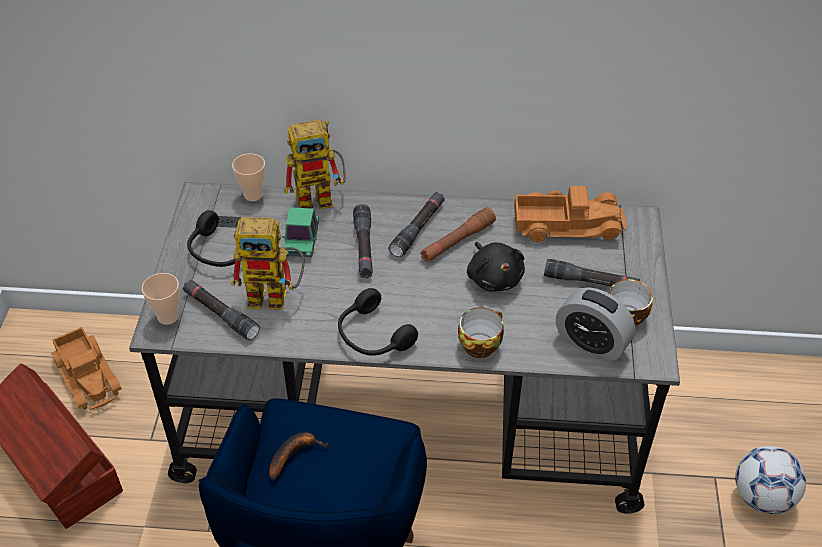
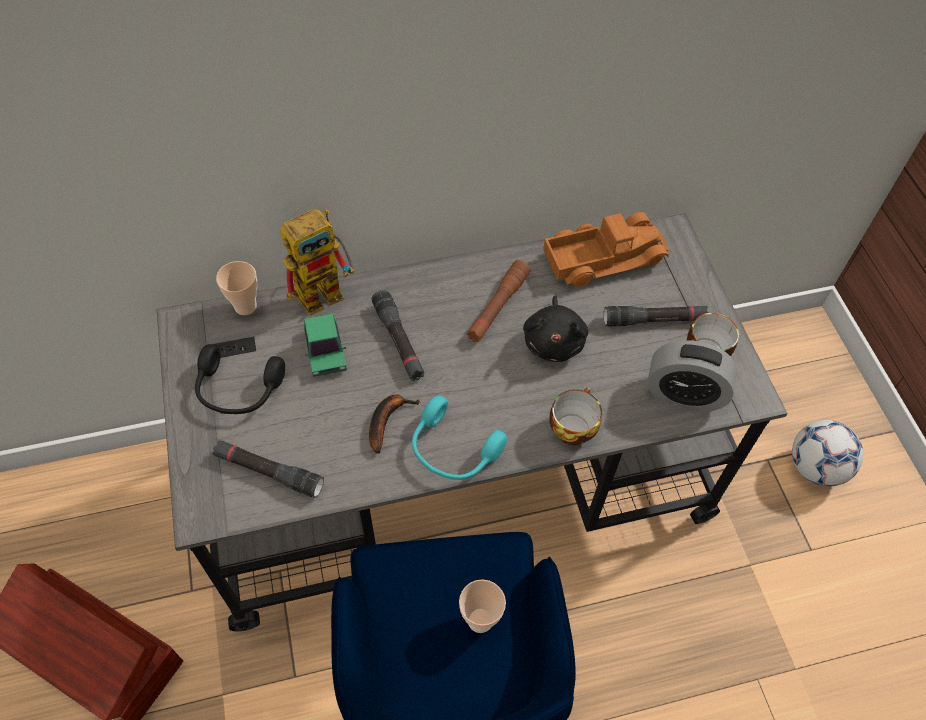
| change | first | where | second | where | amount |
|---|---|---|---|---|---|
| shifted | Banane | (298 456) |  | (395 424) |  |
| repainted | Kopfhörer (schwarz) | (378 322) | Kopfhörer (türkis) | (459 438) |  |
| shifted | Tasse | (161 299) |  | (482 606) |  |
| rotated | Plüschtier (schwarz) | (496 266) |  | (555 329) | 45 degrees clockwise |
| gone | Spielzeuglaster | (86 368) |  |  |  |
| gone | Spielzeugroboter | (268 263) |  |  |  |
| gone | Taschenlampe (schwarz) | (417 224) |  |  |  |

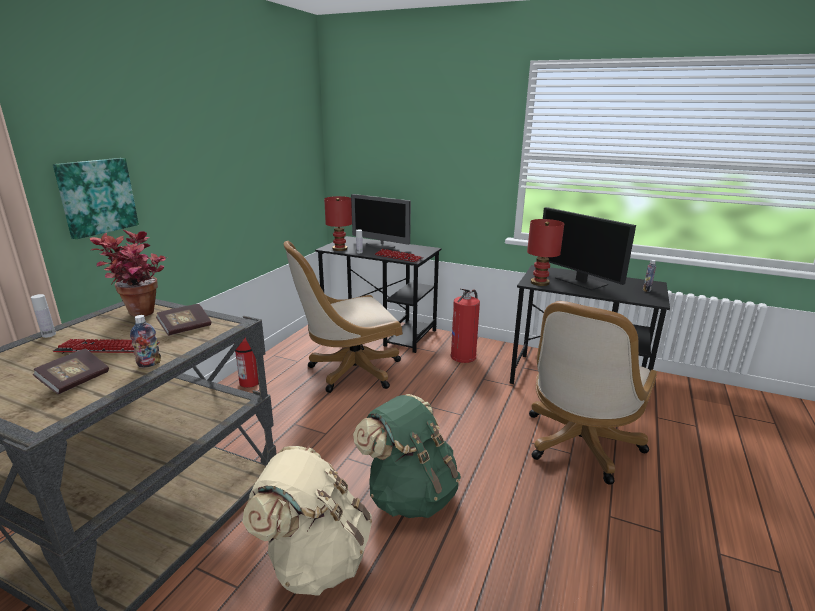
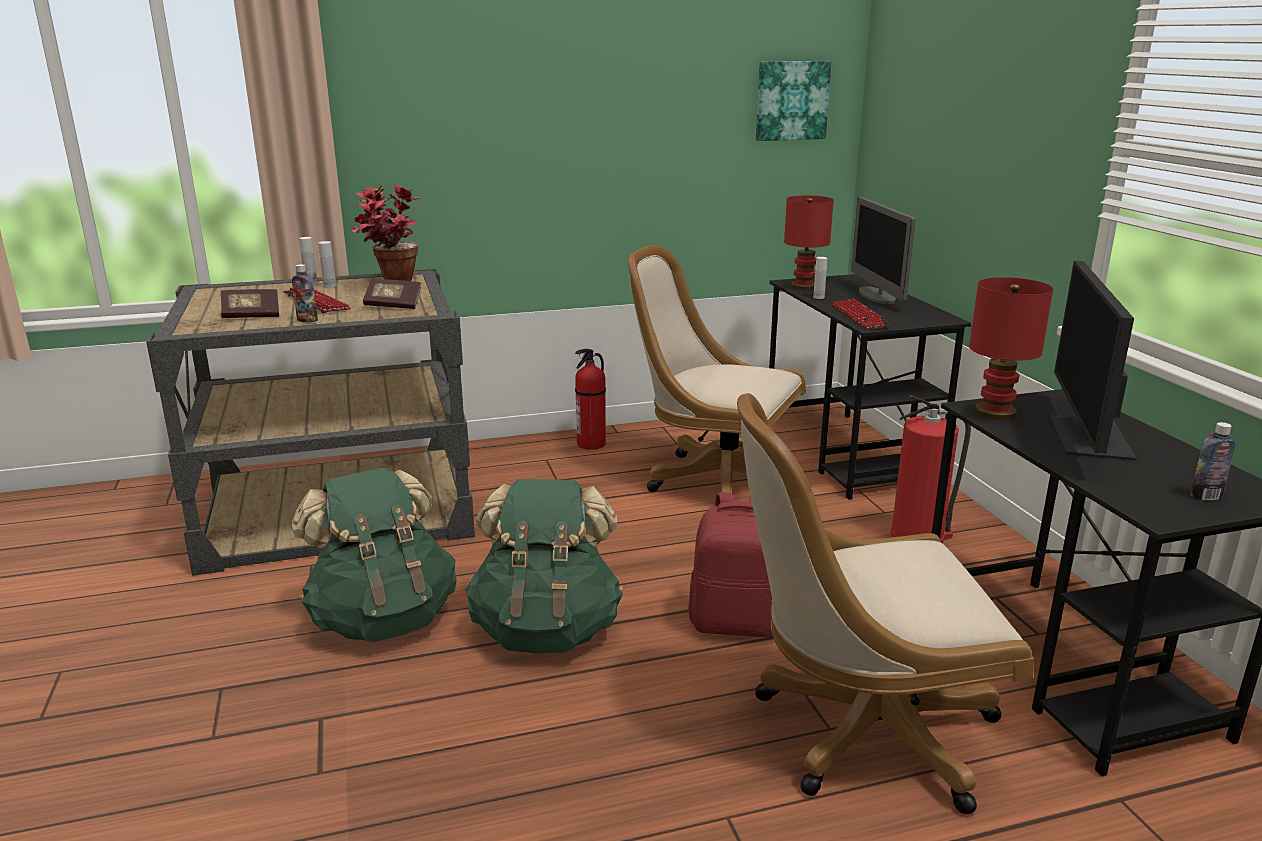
| change | first | where | second | where | amount |
|---|---|---|---|---|---|
| repainted | Rucksack (beige) | (307 521) | Rucksack (grün) | (374 554) |  |
| new |  |  | Flasche (weiß) | (327 264) |  |
| new |  |  | Rucksack (rot) | (731 564) |  |
| shifted | Bild | (96 198) |  | (793 101) |  |

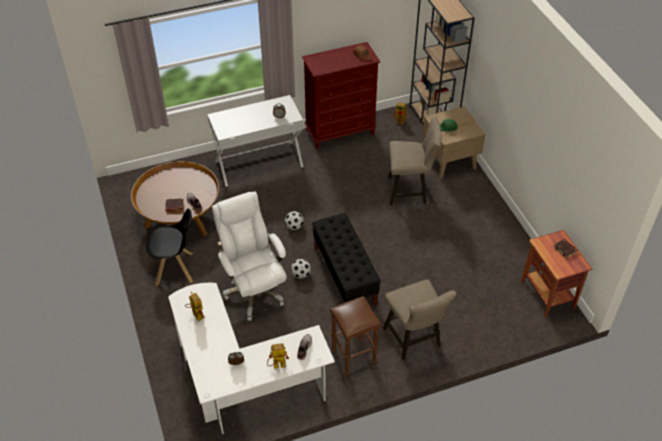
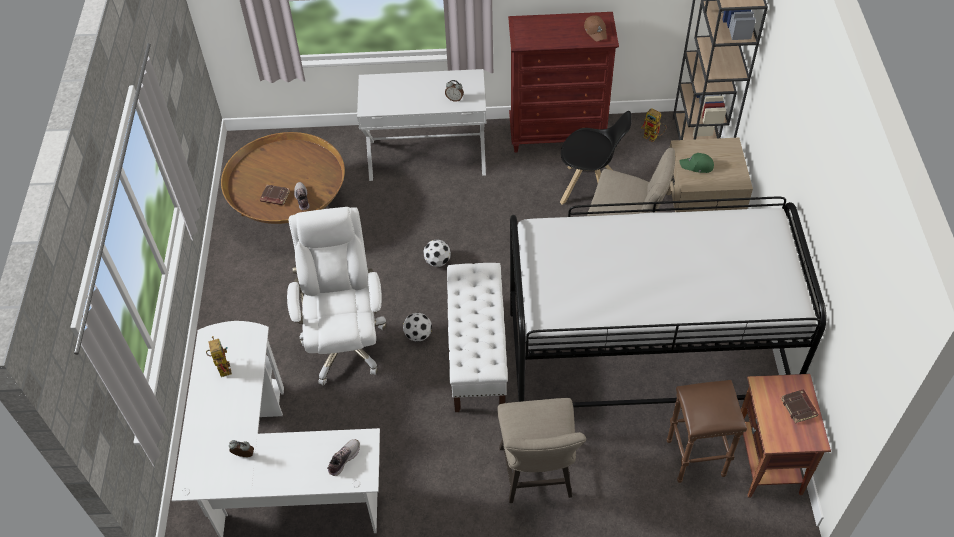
| change | first | where | second | where | amount |
|---|---|---|---|---|---|
| repainted | Bank (schwarz) | (346 259) | Bank (weiß) | (477 337) |  |
| new |  |  | Bett (schwarz) | (668 302) |  |
| shifted | Stuhl (schwarz) | (169 247) |  | (596 158) |  |
| shifted | Hocker (braun) | (355 335) |  | (707 431) |  |
| gone | Spielzeugroboter | (278 356) |  |  |  |

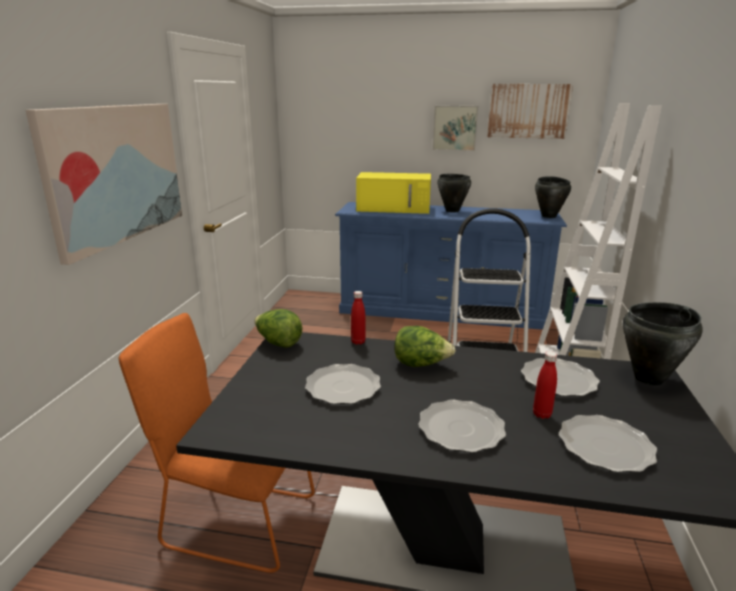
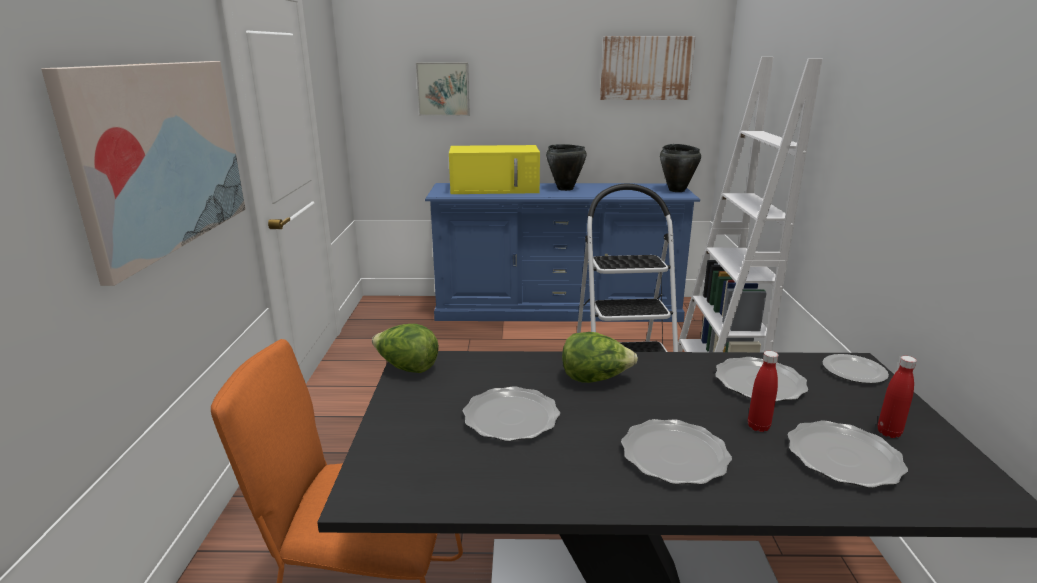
| change | first | where | second | where | amount |
|---|---|---|---|---|---|
| shifted | Bild | (455 128) |  | (443 89) |  |
| swapped | Kochtopf (schwarz) | (663 344) | Teller | (855 369) |  |
| shifted | Flasche (rot) | (358 318) |  | (897 397) |  |

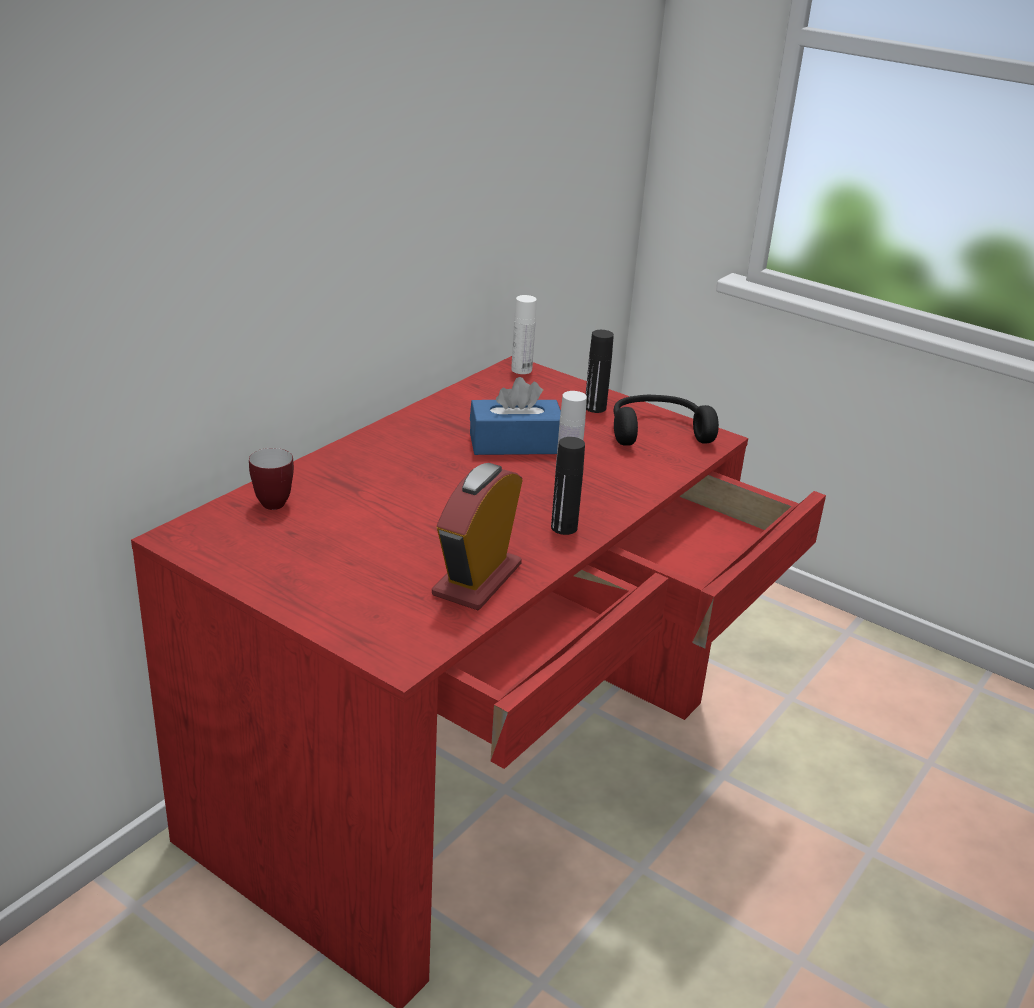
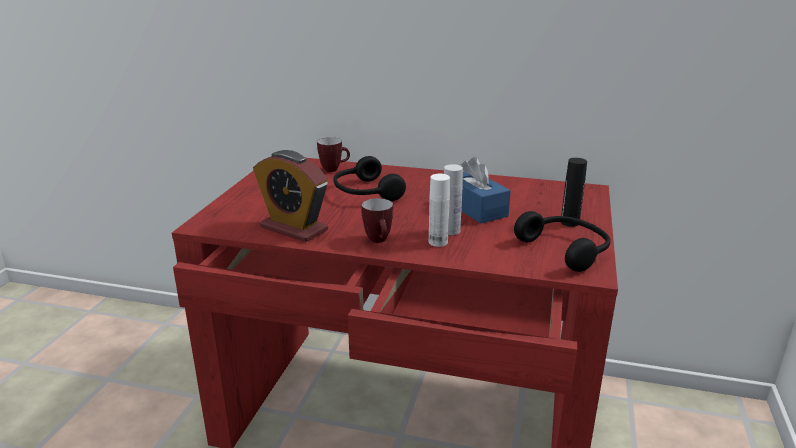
| change | first | where | second | where | amount |
|---|---|---|---|---|---|
| rotated | Wecker | (477 536) |  | (290 196) | 150 degrees counterclockwise |
| new |  |  | Kopfhörer (schwarz) | (370 178) |  |
| swapped | Flasche (schwarz) | (568 486) | Henkelbecher | (377 220) |  |
| shifted | Flasche (weiß) | (524 334) |  | (439 210) |  |

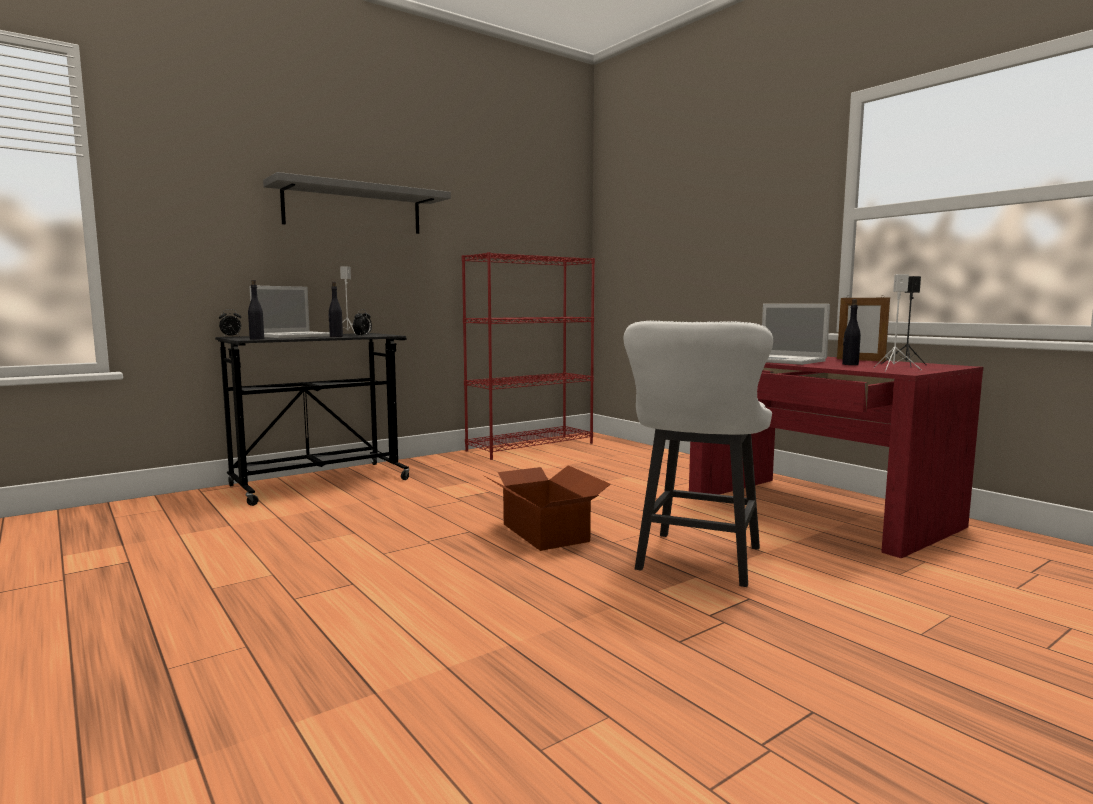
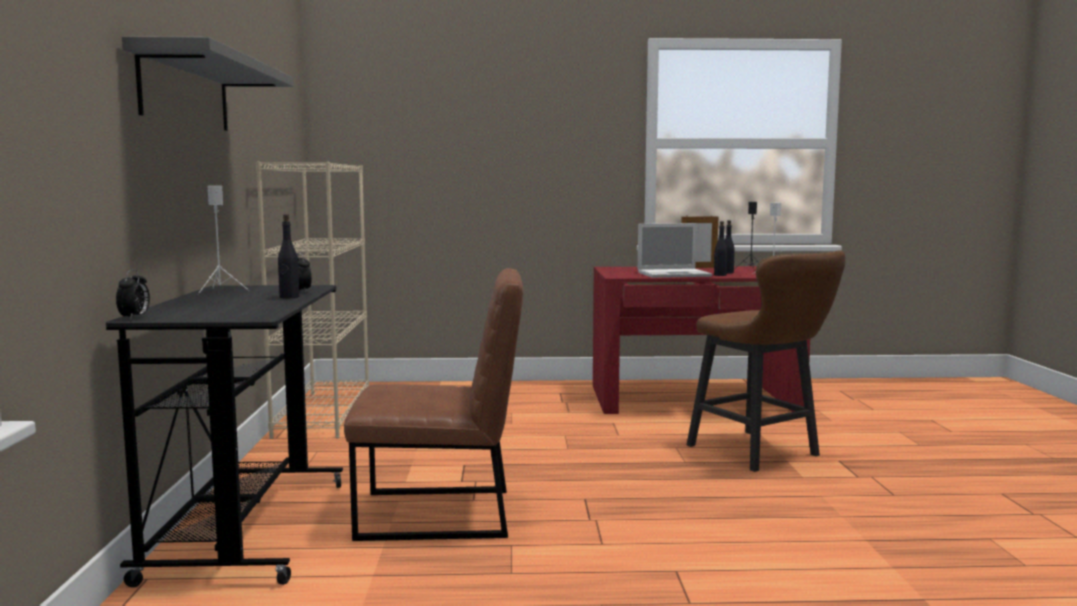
| change | first | where | second | where | amount |
|---|---|---|---|---|---|
| repainted | Bücherregal (rot) | (528 356) | Bücherregal (beige) | (312 300) |  |
| new |  |  | Stuhl (braun) | (434 404) |  |
| repainted | Hocker (weiß) | (698 454) | Hocker (braun) | (766 361) |  |
| shifted | Flasche (schwarz) | (256 310) |  | (721 248) |  |
| gone | Laptop | (290 312) |  |  |  |
| gone | Karton | (547 508) |  |  |  |

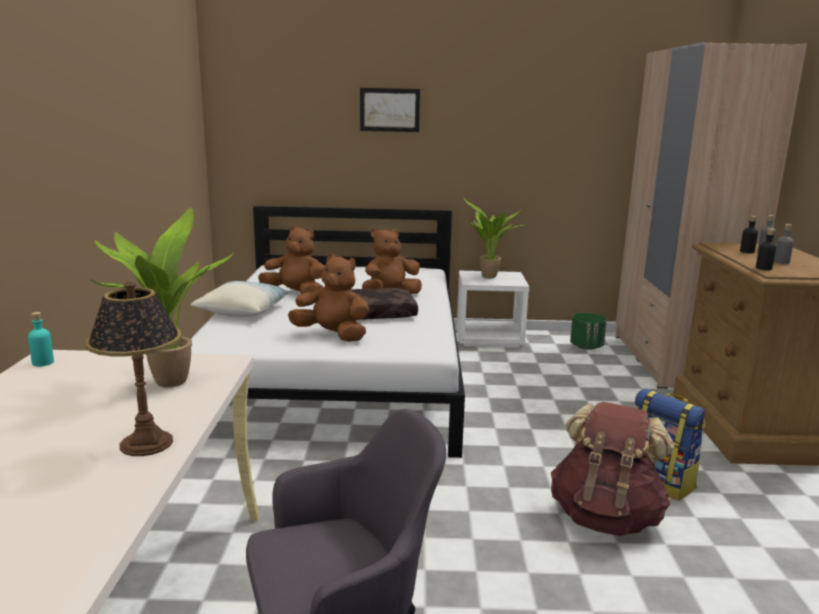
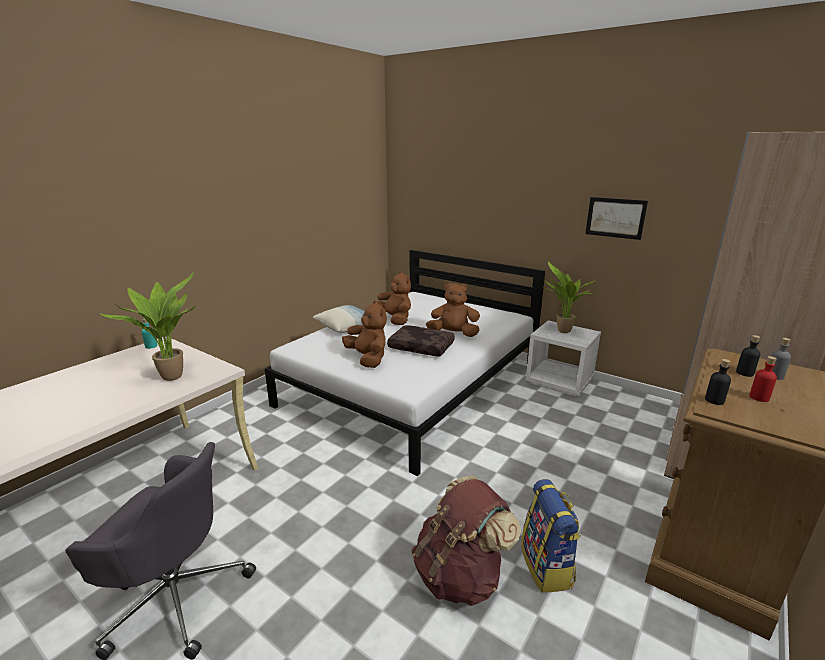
| change | first | where | second | where | amount |
|---|---|---|---|---|---|
| shifted | Bild | (390 110) |  | (616 218) |  |
| repainted | Flasche (grau) | (784 244) | Flasche (rot) | (763 379) |  |
| gone | Tischlampe | (133 368) |  |  |  |
| gone | Pflanzkübel (grün) | (588 331) |  |  |  |

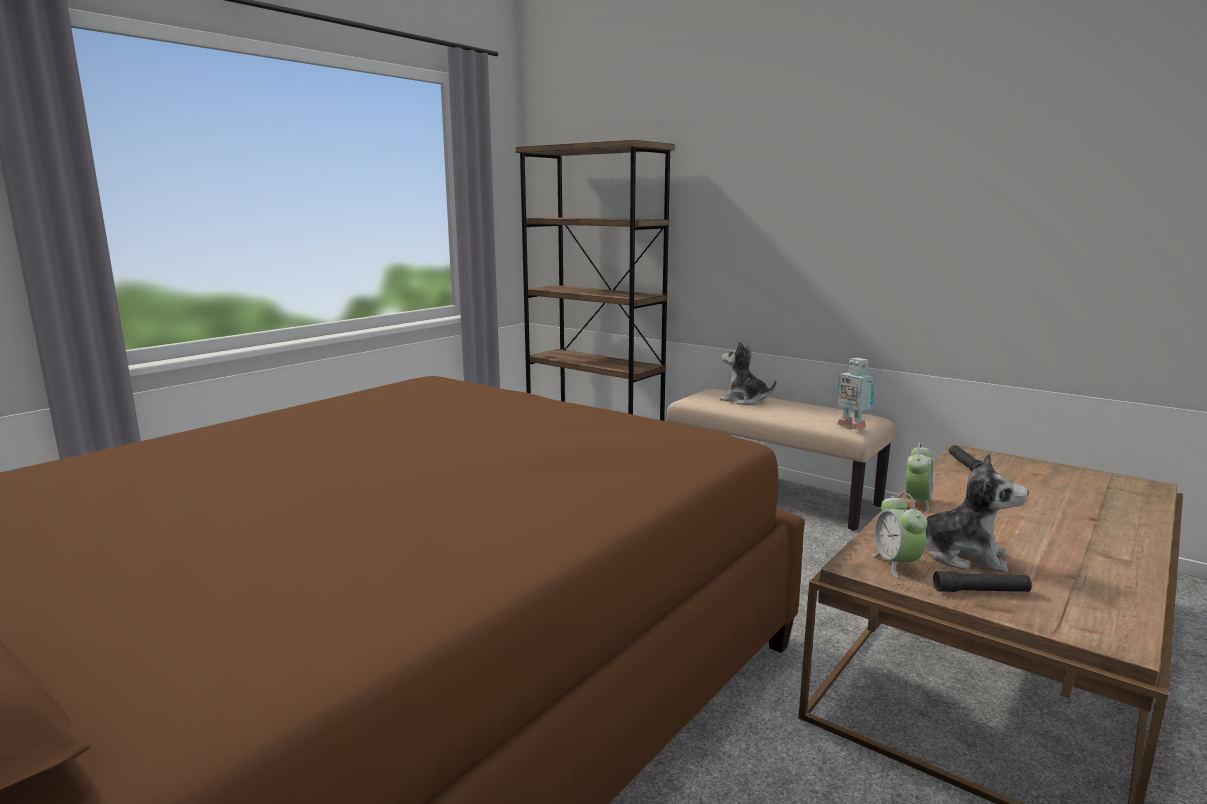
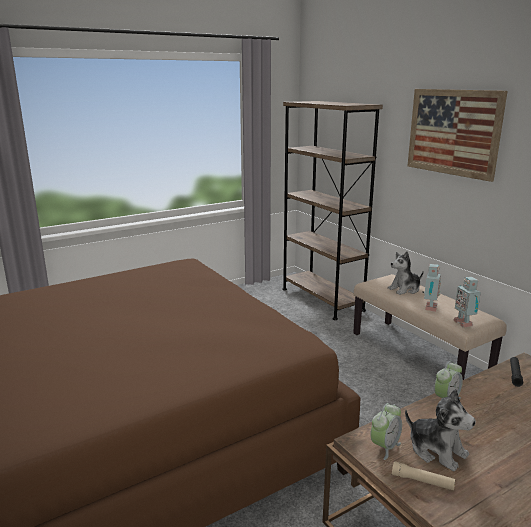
| change | first | where | second | where | amount |
|---|---|---|---|---|---|
| rotated | Wecker | (899 535) |  | (386 431) | 150 degrees counterclockwise |
| rotated | Plüschtier | (748 373) |  | (406 273) | 75 degrees counterclockwise |
| repainted | Taschenlampe (schwarz) | (982 581) | Taschenlampe (beige) | (423 475) |  |
| new |  |  | Bild | (457 135) |  |
| new |  |  | Spielzeugroboter | (431 288) |  |

